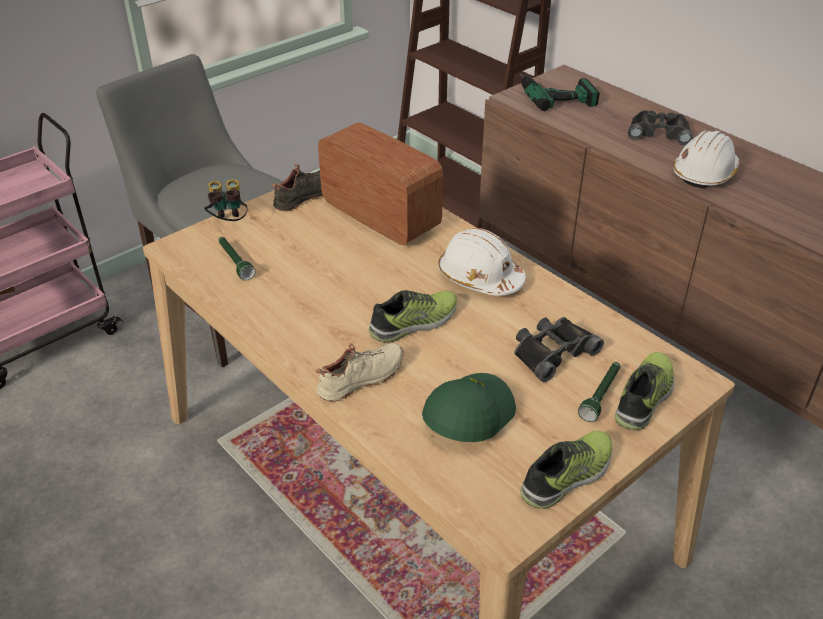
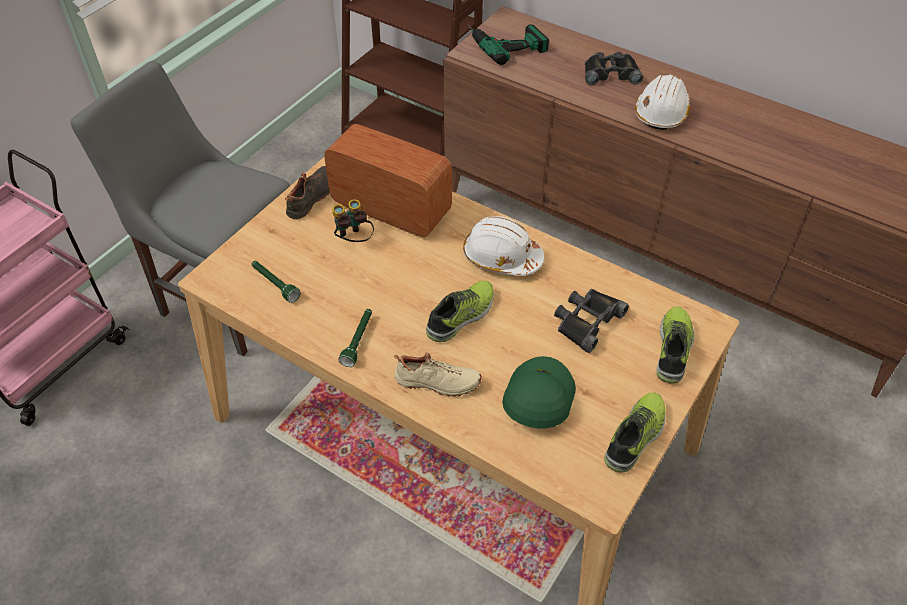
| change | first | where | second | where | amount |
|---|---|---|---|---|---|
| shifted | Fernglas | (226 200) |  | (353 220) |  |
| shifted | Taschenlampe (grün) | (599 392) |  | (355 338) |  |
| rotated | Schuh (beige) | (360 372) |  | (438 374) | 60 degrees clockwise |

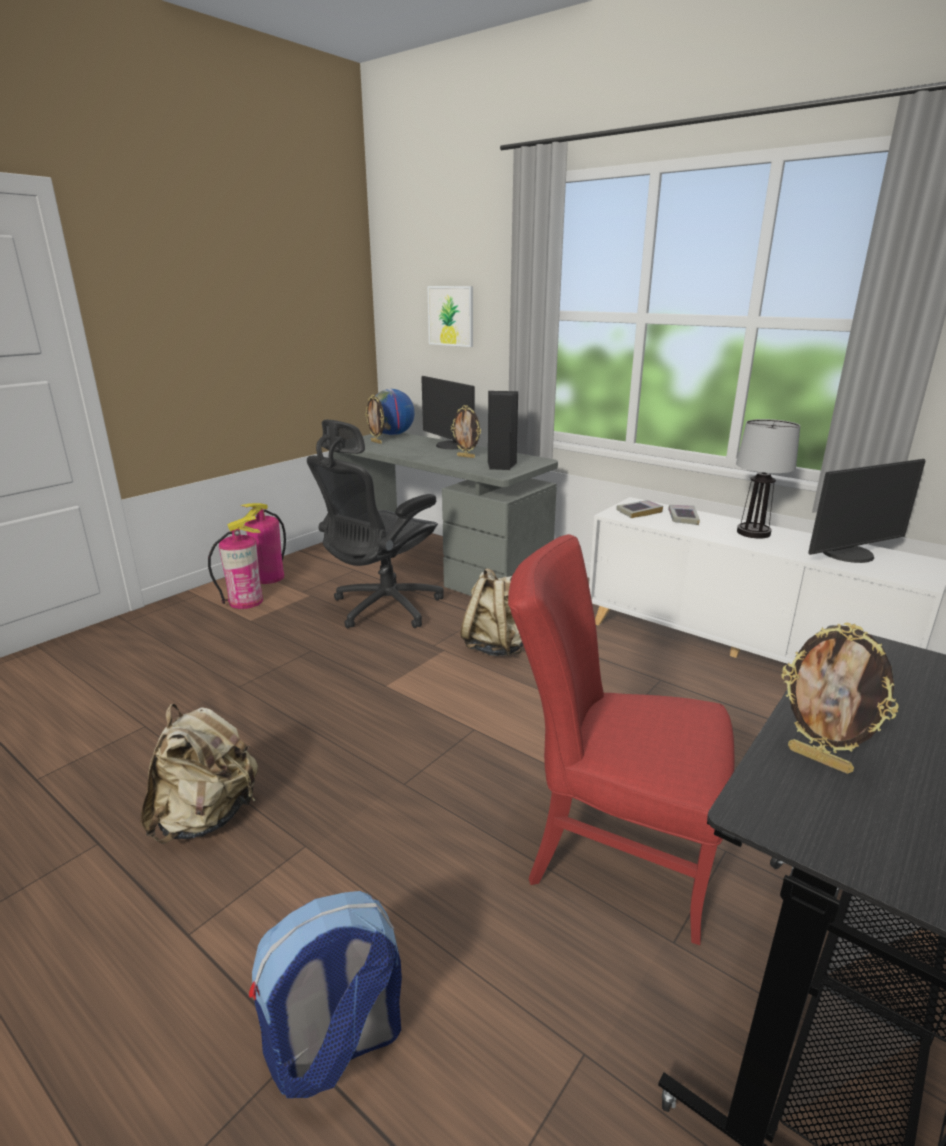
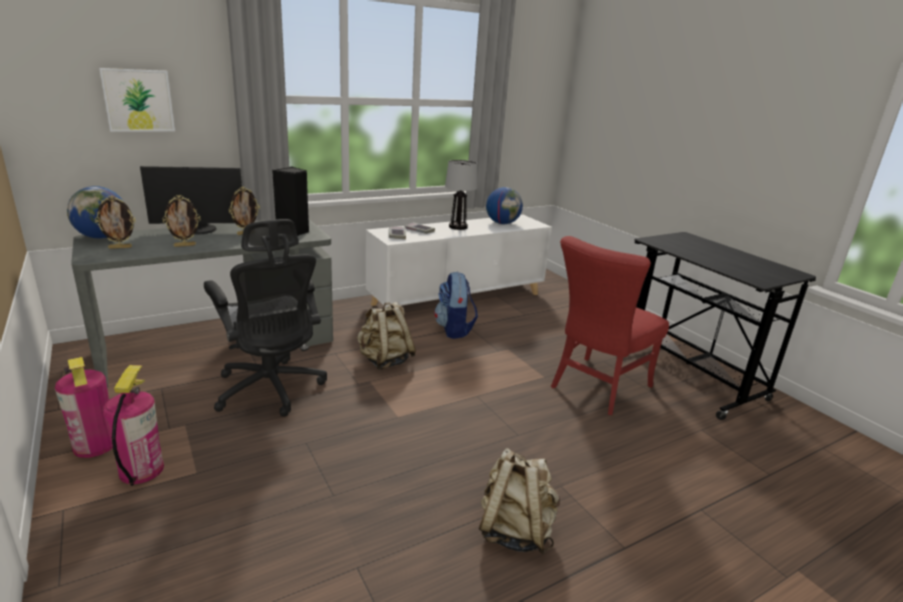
| change | first | where | second | where | amount |
|---|---|---|---|---|---|
| shifted | Bilderrahmen | (840 698) |  | (181 221) |  |
| shifted | Rucksack | (325 994) |  | (456 305) |  |
| swapped | Monitor | (866 511) | Globus | (504 205) |  |

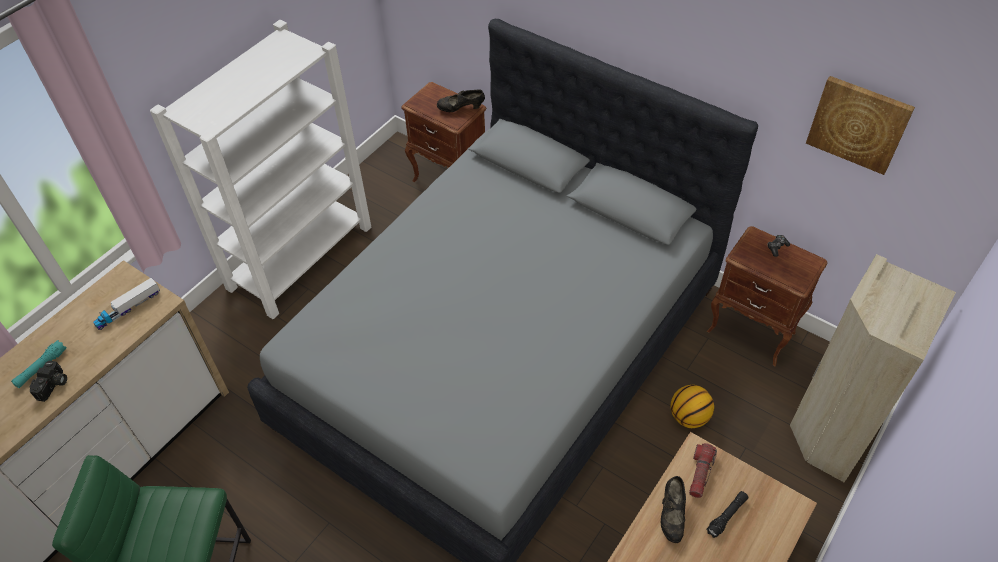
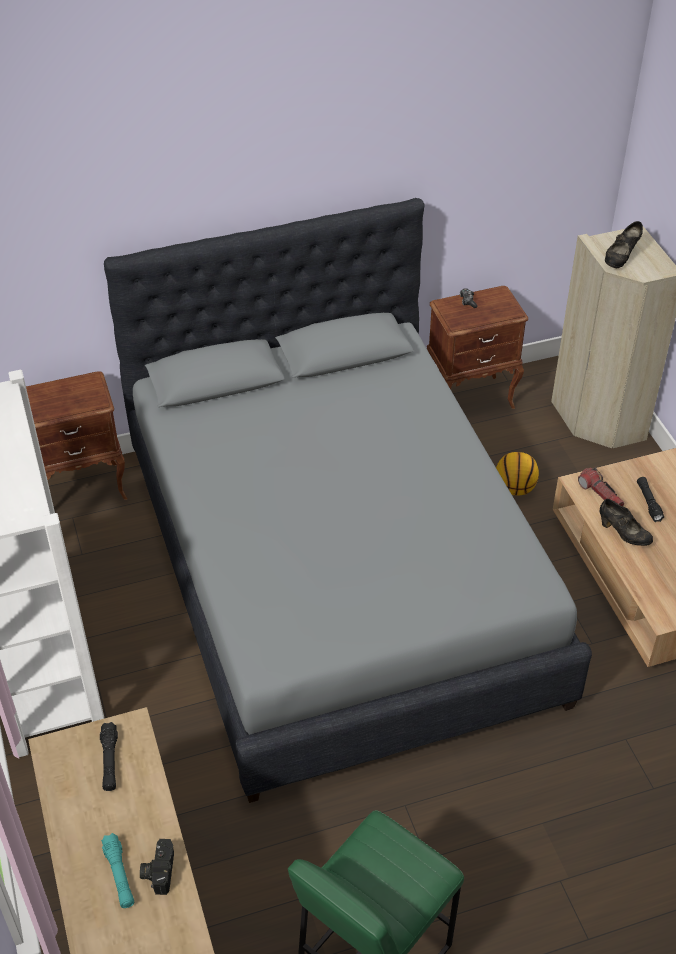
| change | first | where | second | where | amount |
|---|---|---|---|---|---|
| swapped | Spielzeuglaster | (126 304) | Taschenlampe (schwarz) | (109 756) |  |
| rotated | Kamera | (48 381) |  | (157 867) | 135 degrees counterclockwise |
| shifted | Schuh (schwarz) | (461 101) |  | (624 244) |  |
| gone | Bild | (860 125) |  |  |  |

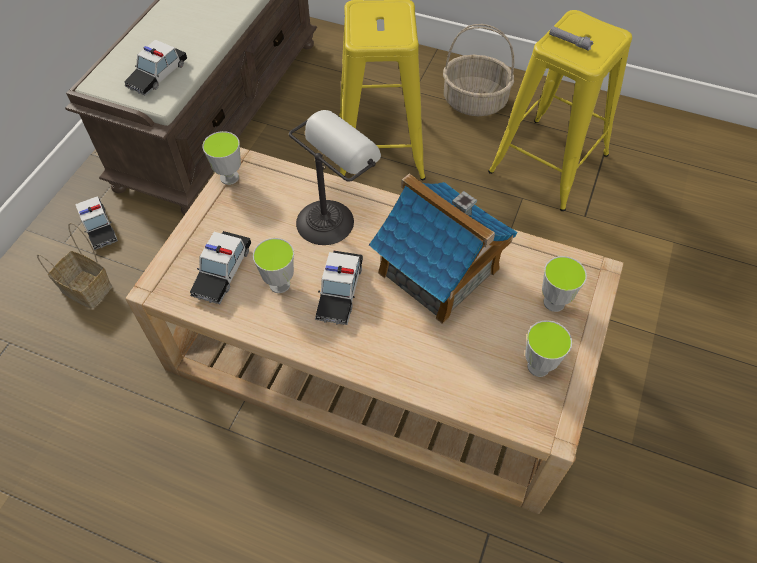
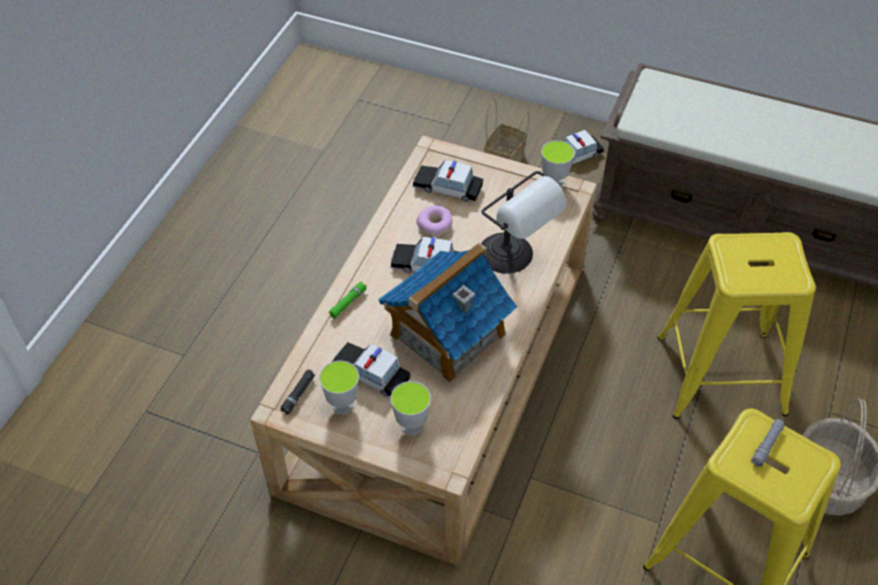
| change | first | where | second | where | amount |
|---|---|---|---|---|---|
| new |  |  | Taschenlampe (schwarz) | (297 392) |  |
| new |  |  | Taschenlampe (grün) | (347 300) |  |
| shifted | Spielzeugauto | (155 68) |  | (371 369) |  |
| swapped | Tasse | (273 265) | Donut | (434 220) |  |

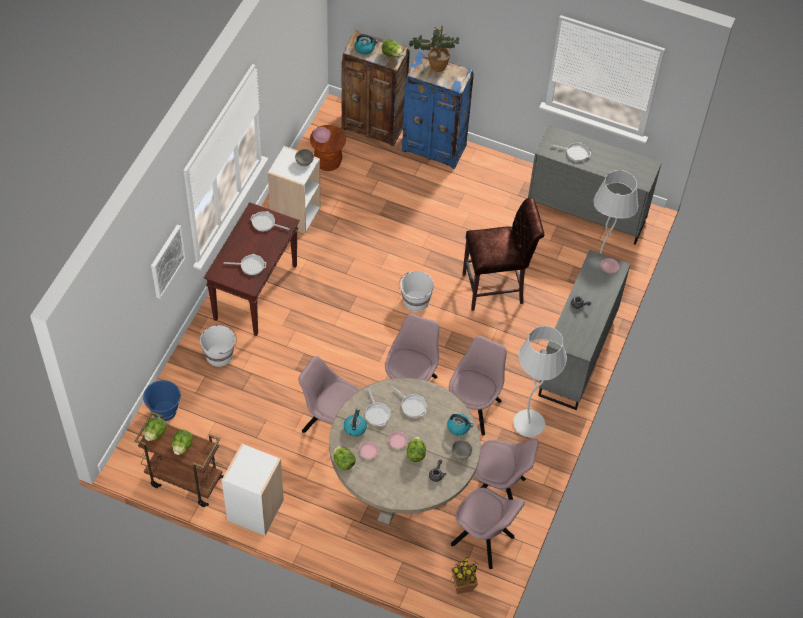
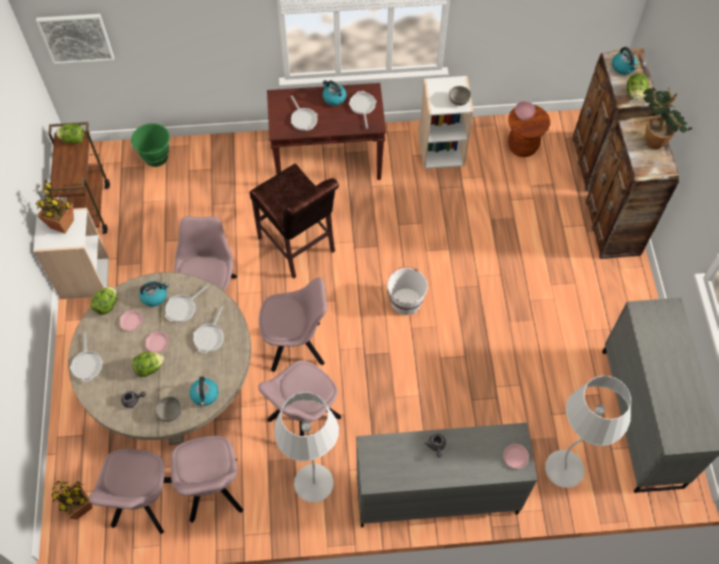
| change | first | where | second | where | amount |
|---|---|---|---|---|---|
| new |  |  | Topfpflanze | (53 208) |  |
| shifted | Bild | (168 261) |  | (75 39) |  |
| shifted | Pfanne | (571 152) |  | (86 357) |  |
| repainted | Eimer (blau) | (162 400) | Eimer (grün) | (151 145) |  |
| shifted | Hocker (braun) | (503 254) |  | (294 221) |  |
| rotated | Stuhl (rosa) | (478 386) |  | (299 398) | 135 degrees clockwise |
| new |  |  | Wasserkessel | (334 93) |  |
| repainted | Schrank (blau) | (438 110) | Schrank (braun) | (632 187) |  |
| gone | Salatkopf | (182 442) |  |  |  |
| gone | Eimer (weiß) | (218 345) |  |  |  |

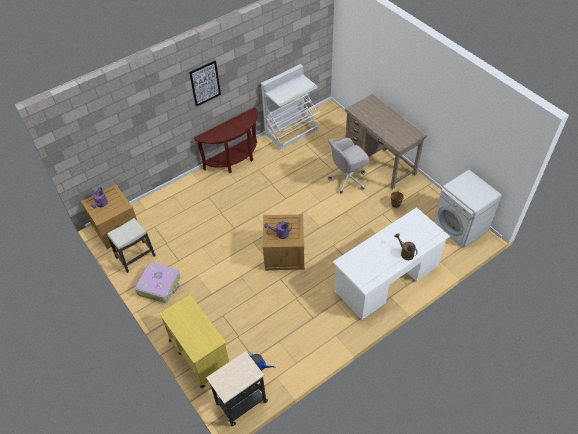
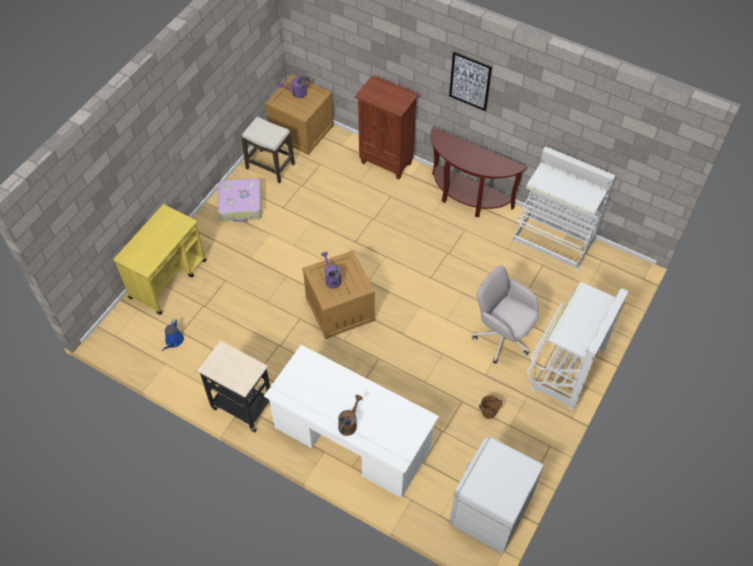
| change | first | where | second | where | amount |
|---|---|---|---|---|---|
| shifted | Rollwagen | (237 388) |  | (233 386) |  |
| new |  |  | Schrank (braun) | (386 127) |  |
| swapped | Schreibtisch (braun) | (386 141) | Schuhregal (weiß) | (577 346) |  |

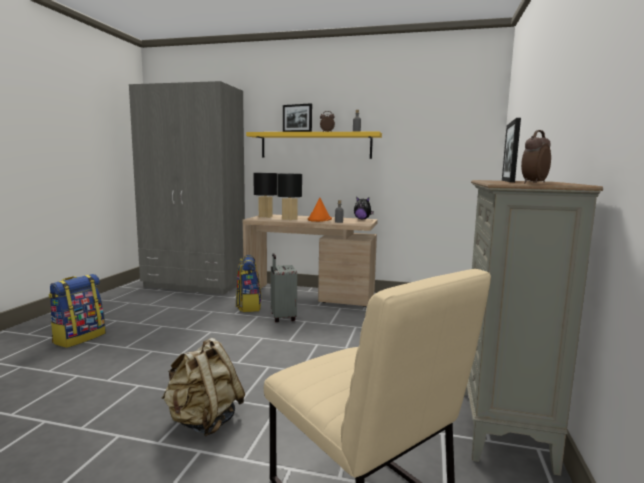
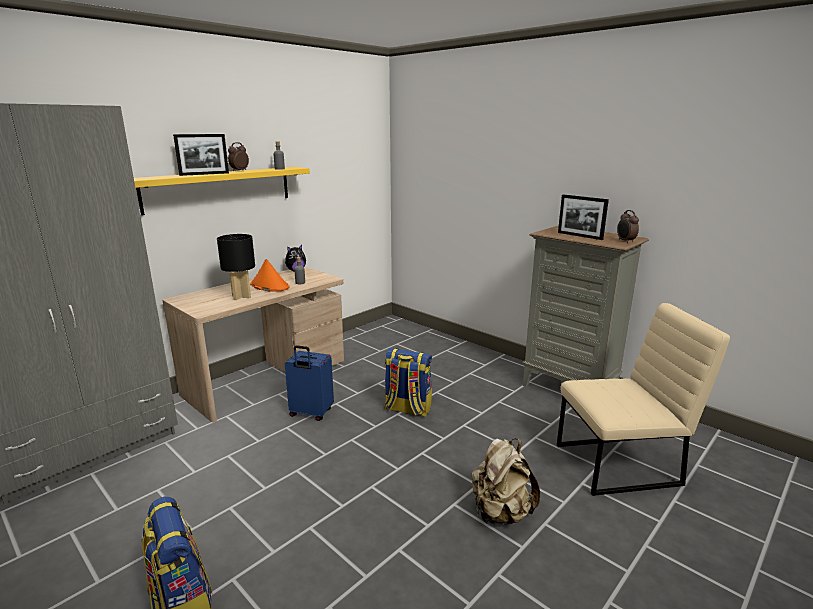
| change | first | where | second | where | amount |
|---|---|---|---|---|---|
| repainted | Koffer (grau) | (284 287) | Koffer (blau) | (309 383) |  |
| shifted | Rucksack | (248 283) |  | (408 382) |  |
| gone | Tischlampe (schwarz) | (265 195) |  |  |  |

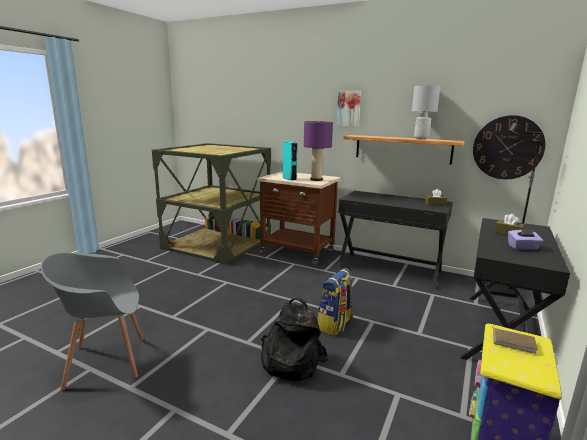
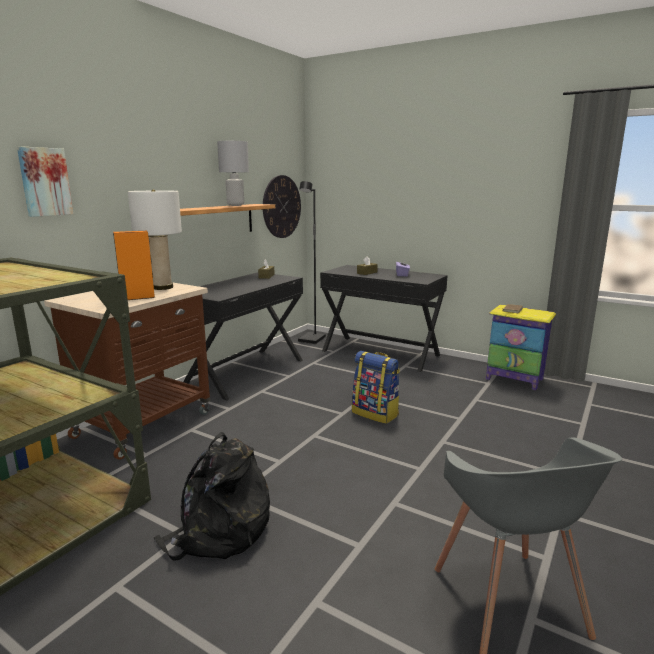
| change | first | where | second | where | amount |
|---|---|---|---|---|---|
| shifted | Bild | (348 108) |  | (45 181) |  |
| repainted | Lautsprecher (türkis) | (290 161) | Lautsprecher (orange) | (134 265) |  |
| repainted | Tischlampe (lila) | (318 151) | Tischlampe (weiß) | (155 240) |  |
| shifted | Rucksack (schwarz) | (294 339) |  | (212 496) |  |

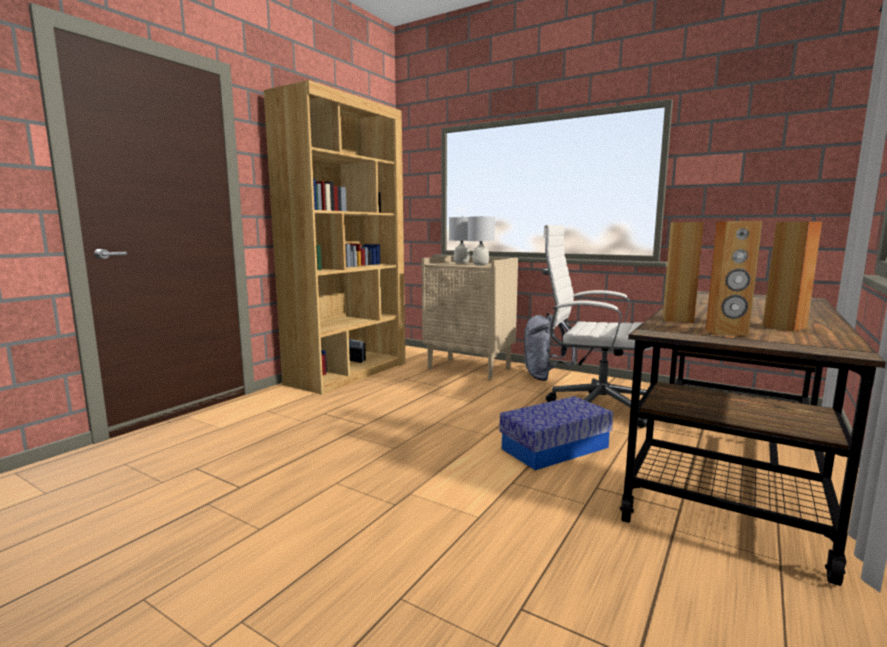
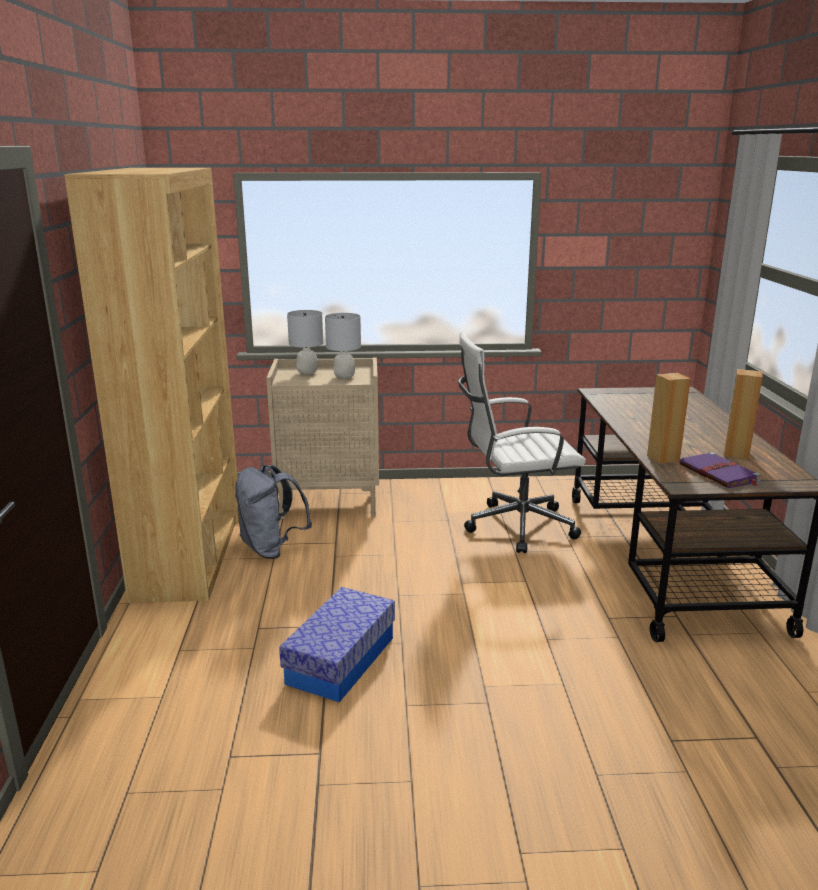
| change | first | where | second | where | amount |
|---|---|---|---|---|---|
| shifted | Rucksack (grau) | (549 347) |  | (273 512) |  |
| shifted | Aufbewahrungsbox | (556 433) |  | (337 644) |  |
| swapped | Lautsprecher (braun) | (734 278) | Buch (lila) | (720 470) |  |

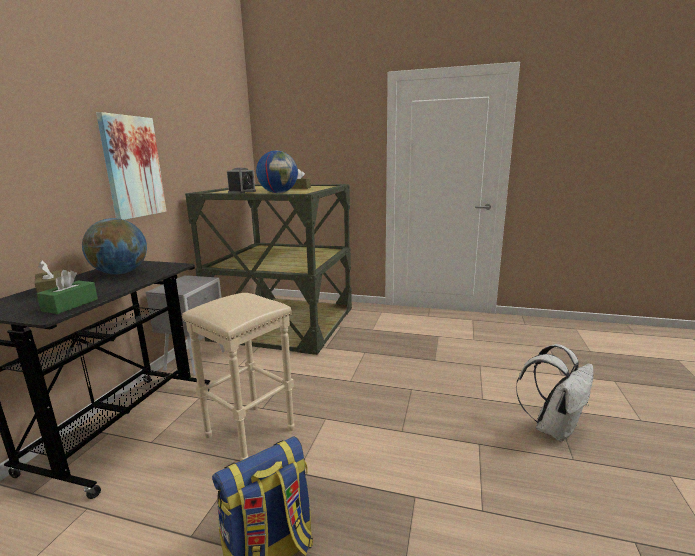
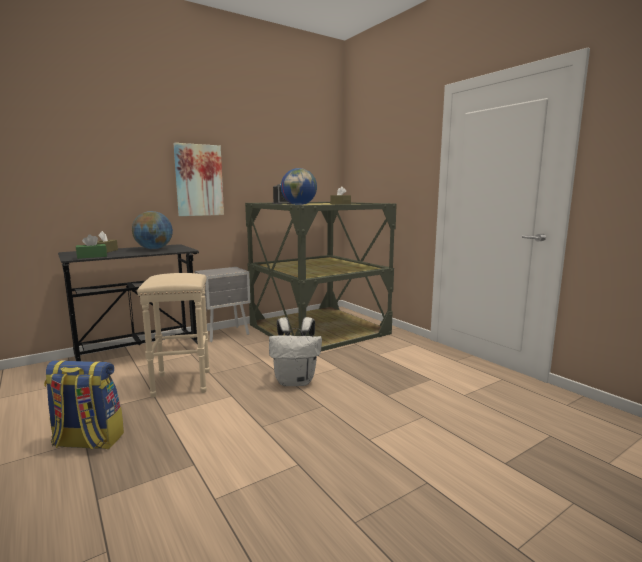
| change | first | where | second | where | amount |
|---|---|---|---|---|---|
| shifted | Rucksack (weiß) | (554 392) |  | (295 351) |  |

